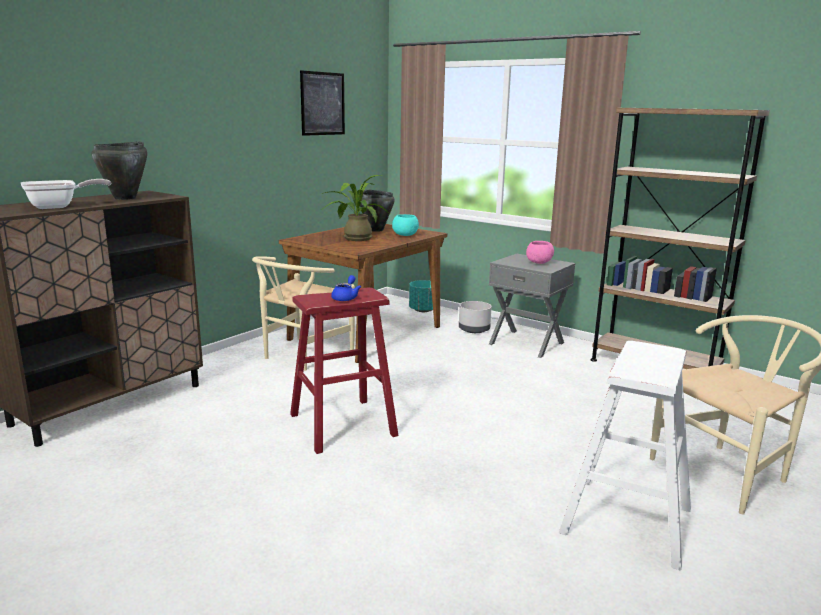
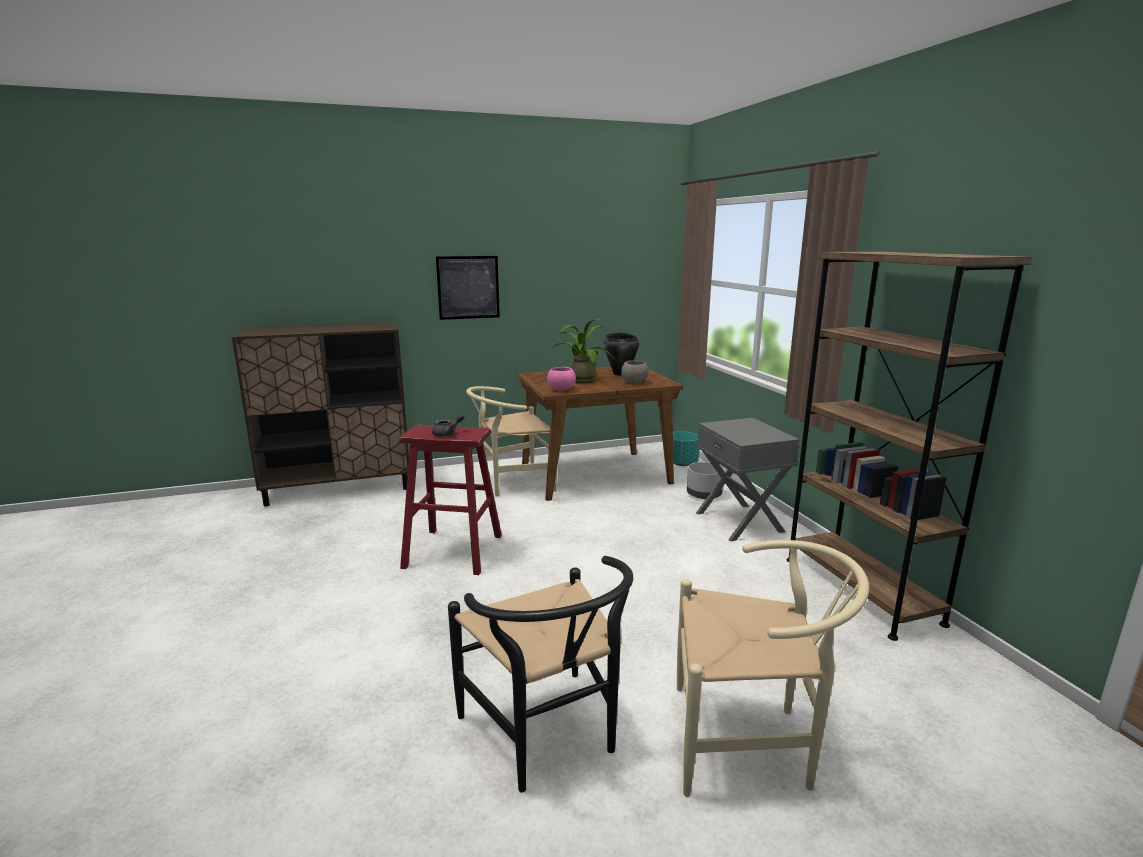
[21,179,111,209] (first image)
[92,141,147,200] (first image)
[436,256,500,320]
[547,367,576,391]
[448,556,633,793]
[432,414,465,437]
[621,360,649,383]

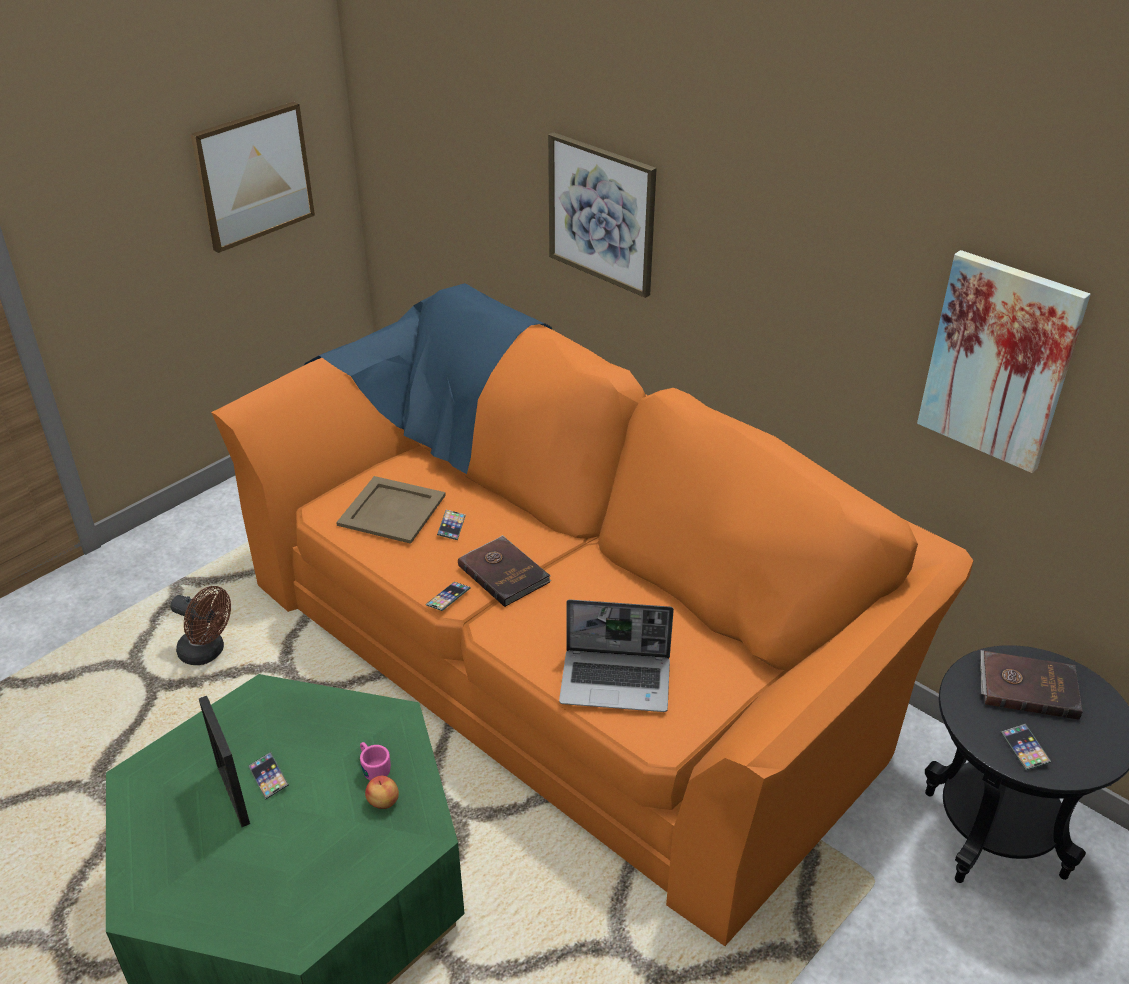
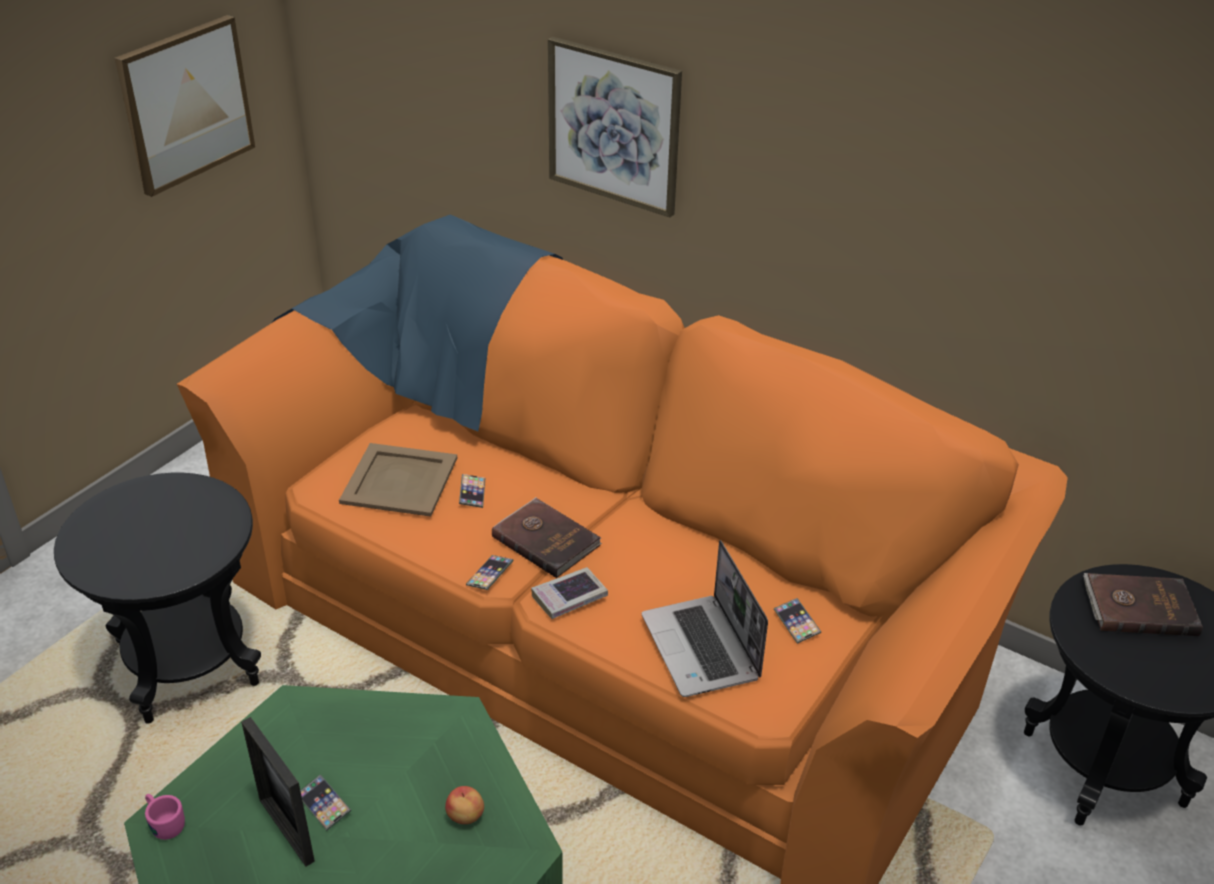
[917,250,1091,473] (first image)
[531,567,608,619]
[145,794,185,840]
[774,598,821,644]
[54,473,261,724]
[642,540,768,697]

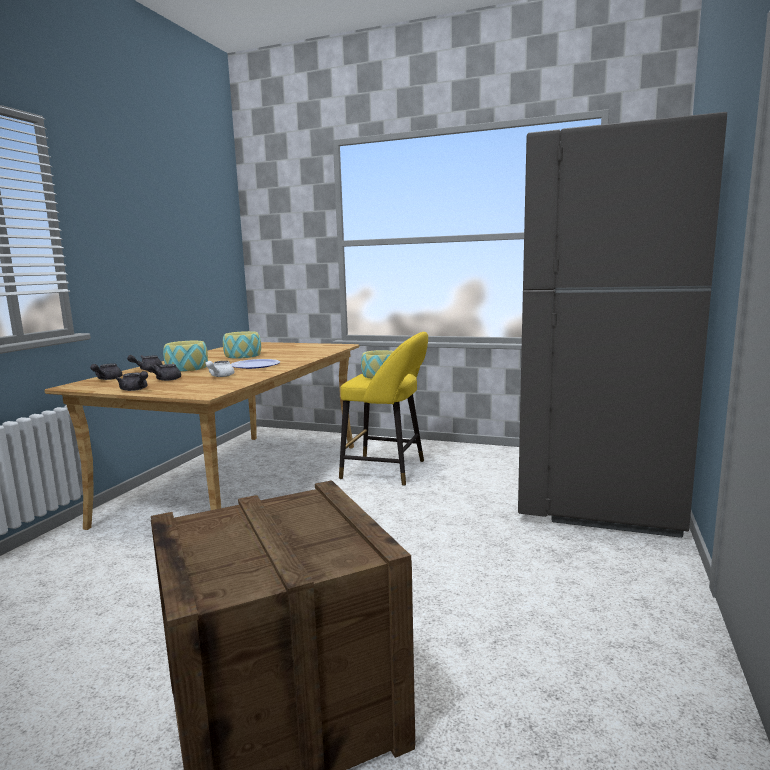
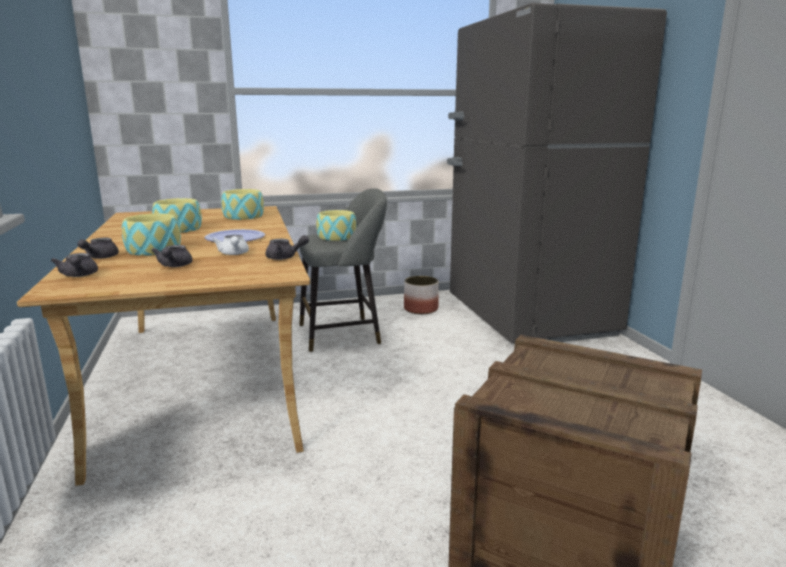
[221,189,264,220]
[404,276,439,314]
[265,235,309,260]
[299,188,387,352]

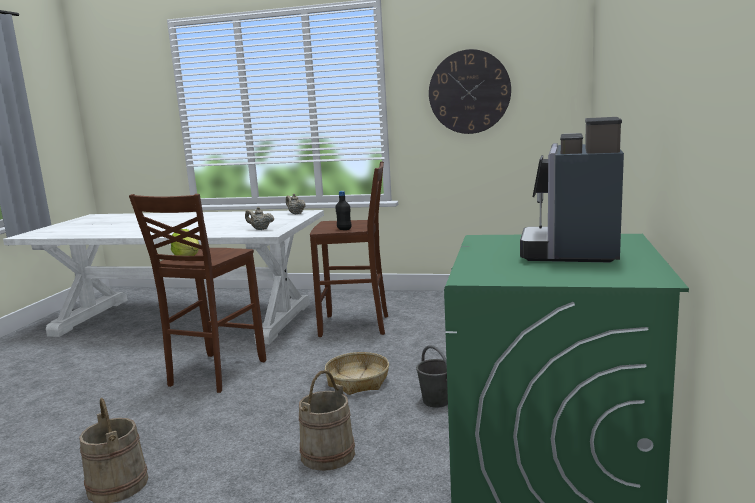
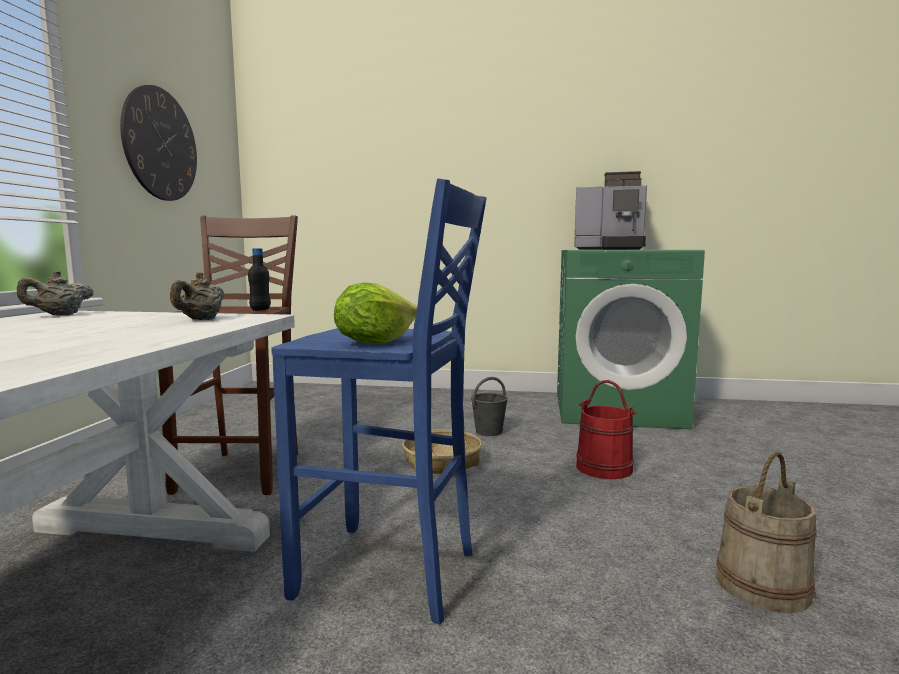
[272,178,487,625]
[576,380,637,479]

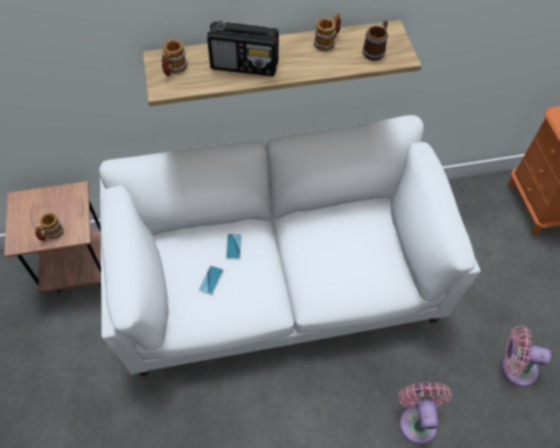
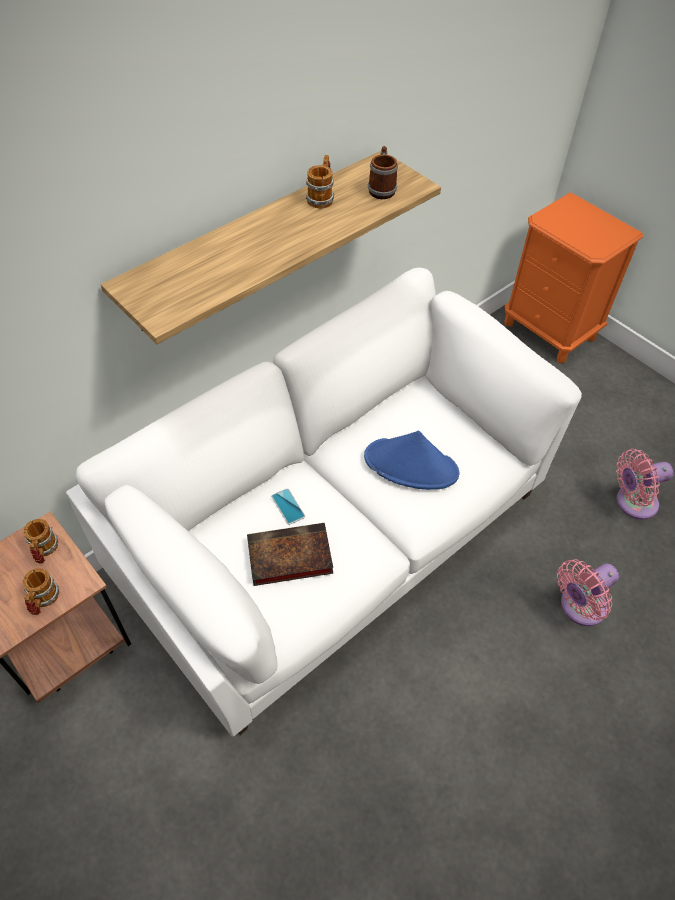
[207,20,279,76] (first image)
[364,431,459,490]
[23,519,58,563]
[247,523,333,586]
[557,559,619,626]

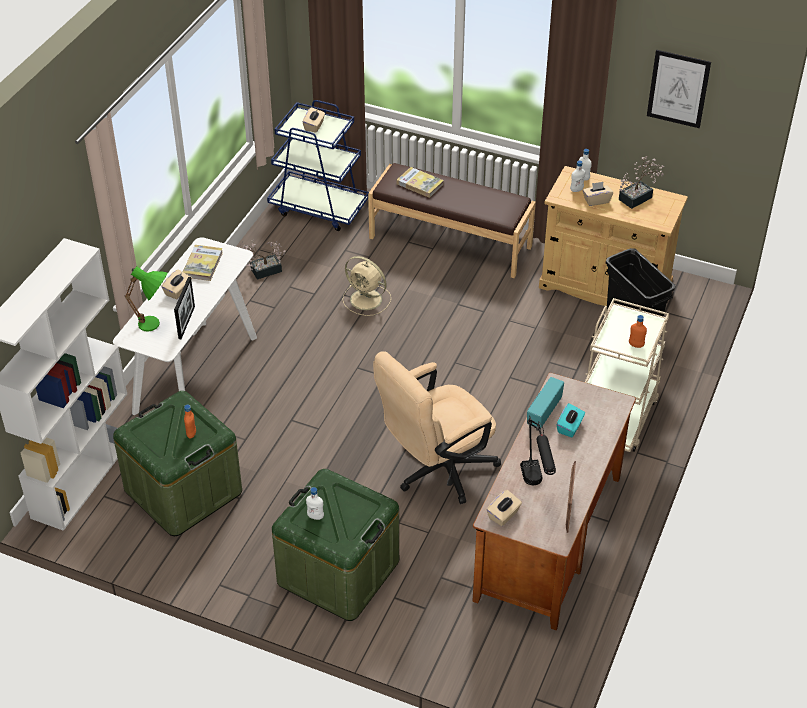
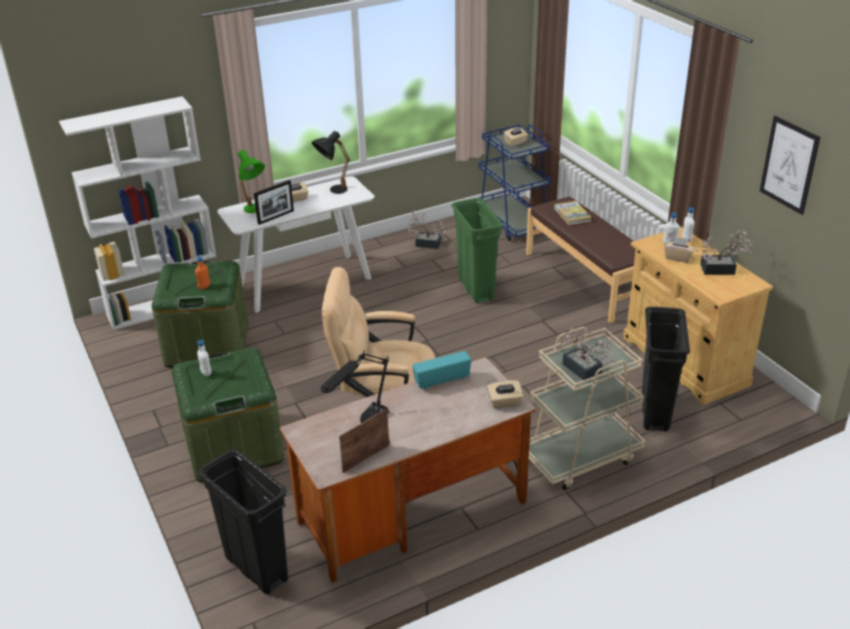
[557,403,585,438] (first image)
[198,449,288,594]
[487,380,523,409]
[312,131,350,194]
[452,198,503,303]
[557,328,616,380]

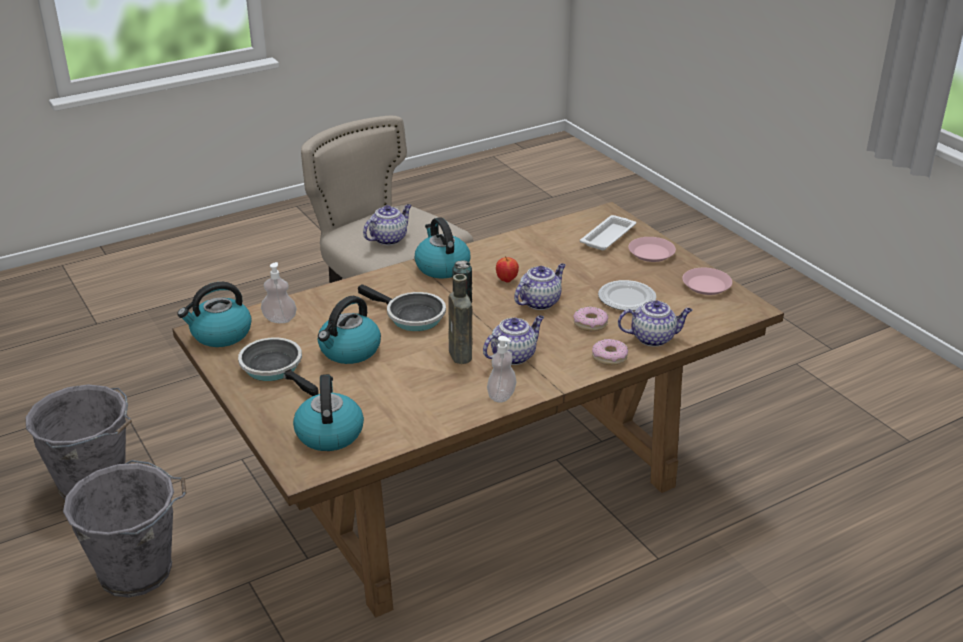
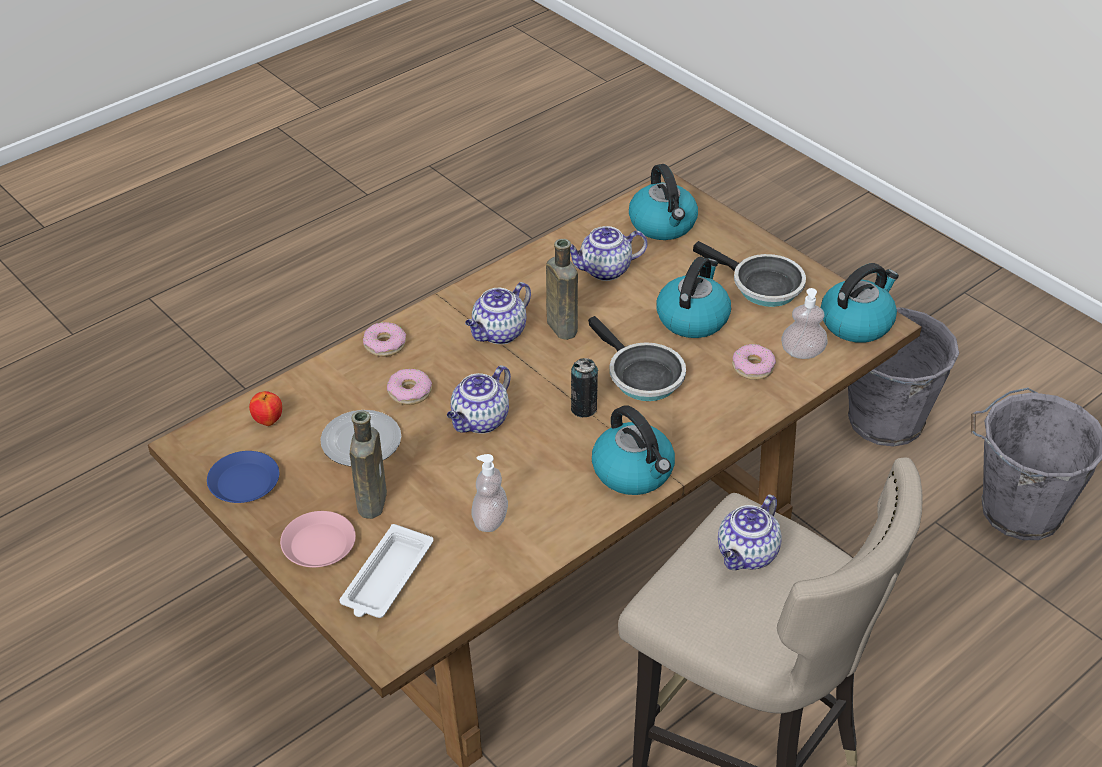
[350,411,387,519]
[732,344,776,380]
[471,454,508,532]
[249,391,282,426]
[570,226,647,281]
[207,451,279,503]
[588,316,686,401]

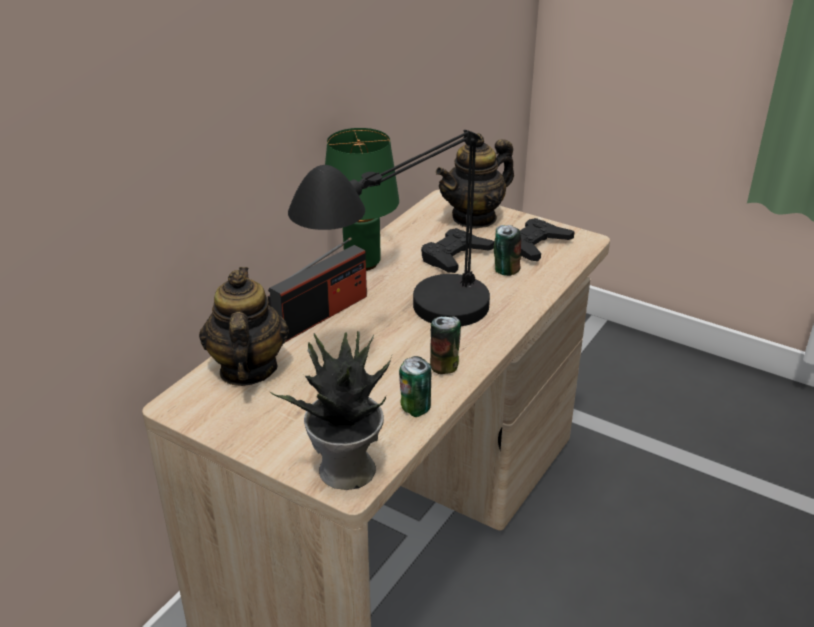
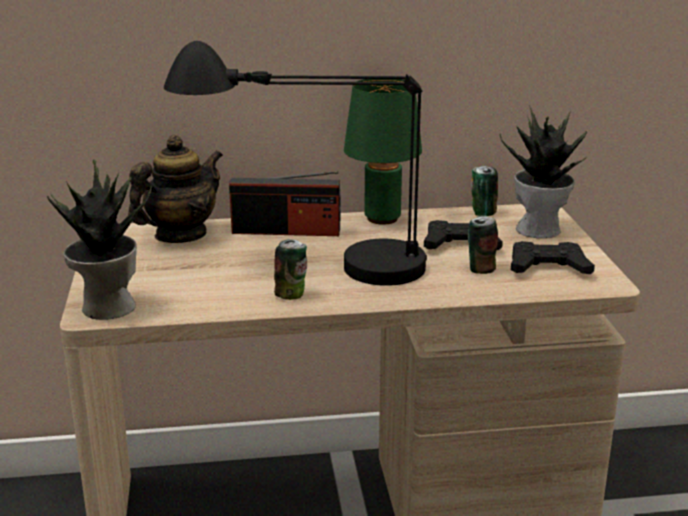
[471,166,498,216]
[500,105,587,238]

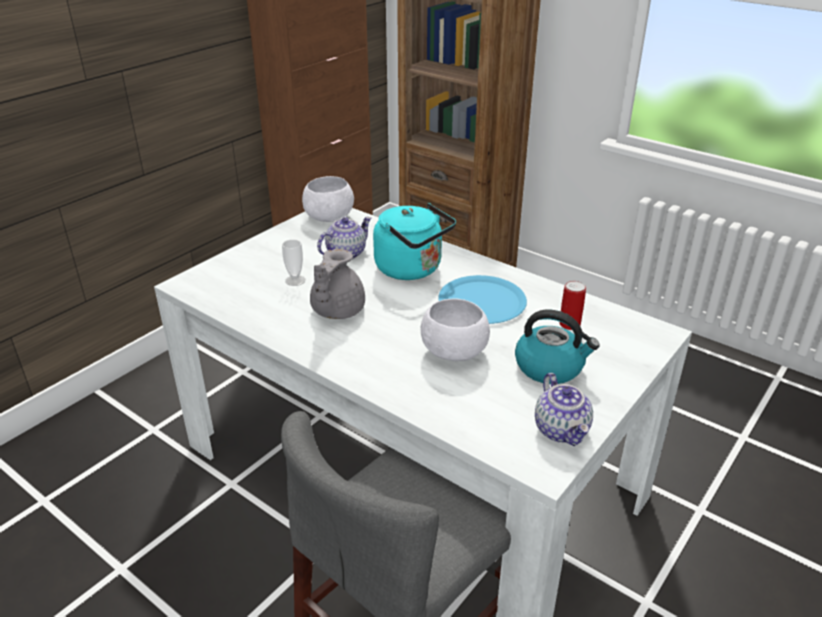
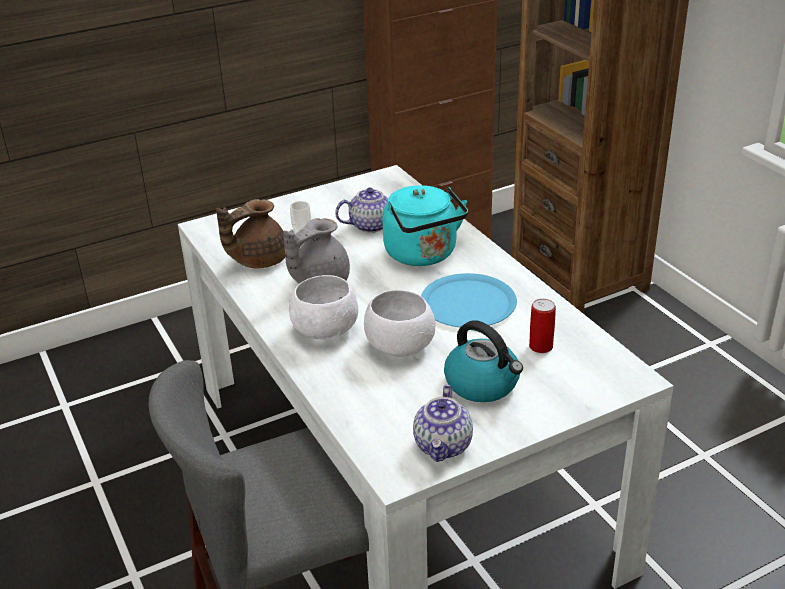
[216,199,285,269]
[289,275,358,340]

